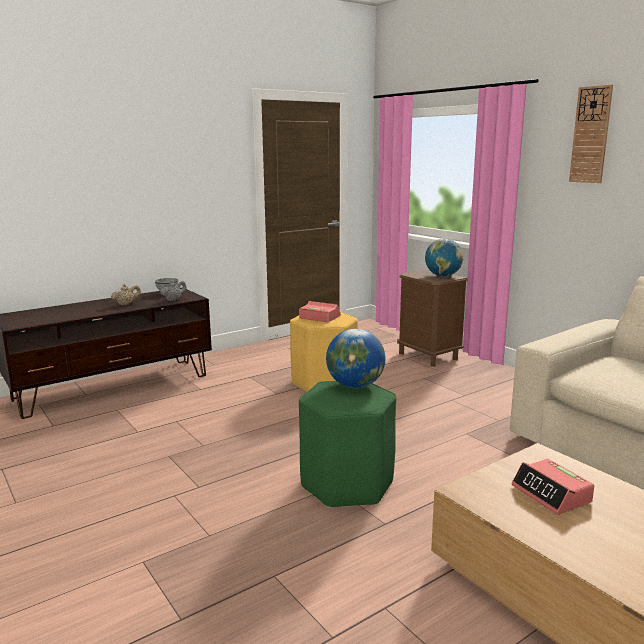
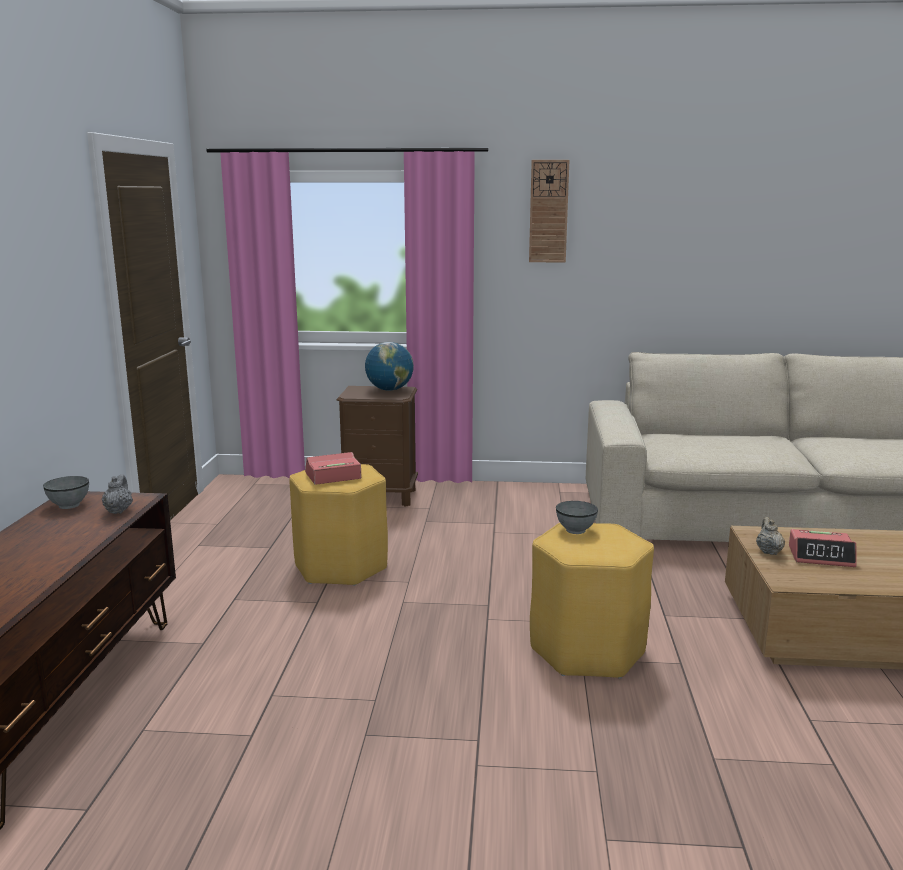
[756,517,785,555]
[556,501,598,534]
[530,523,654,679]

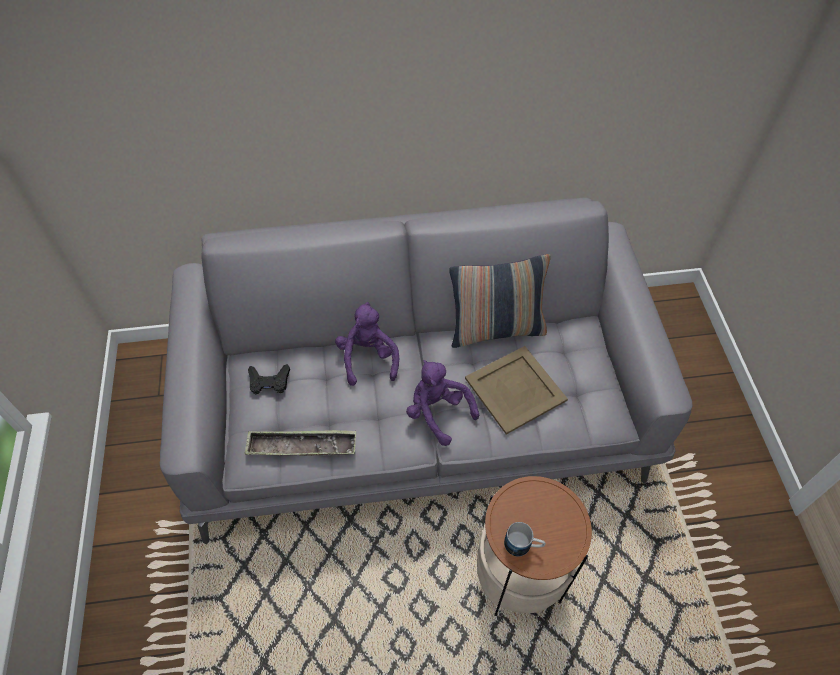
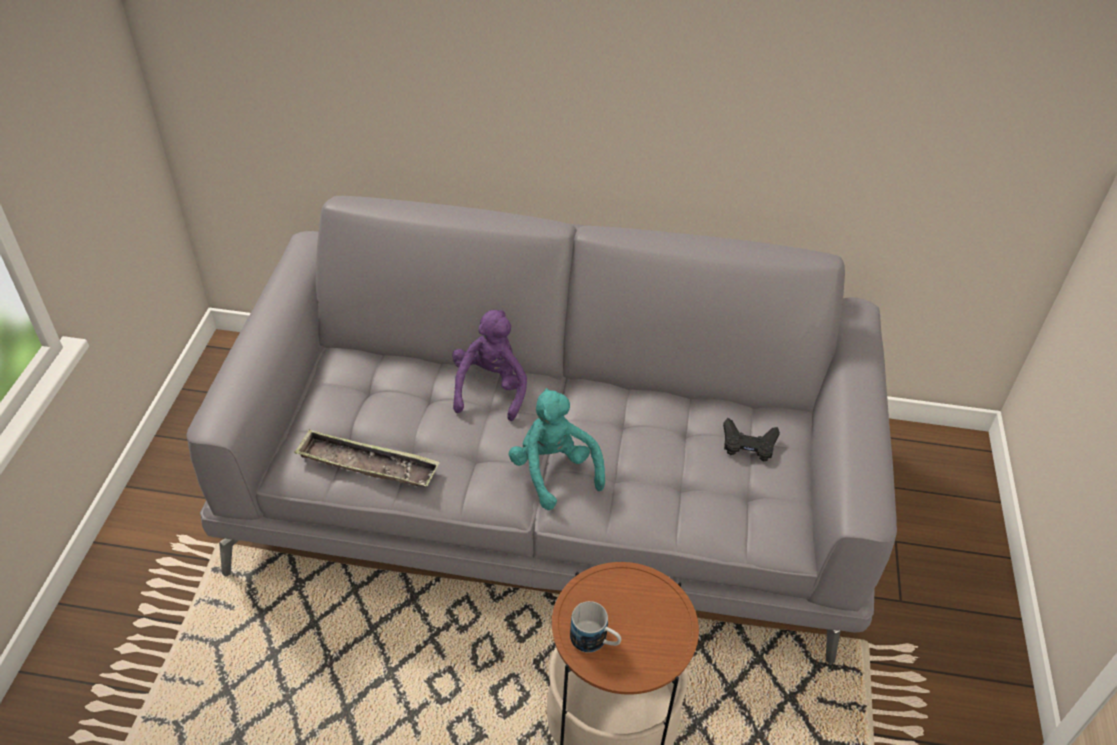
[449,254,551,348] (first image)
[465,346,568,435] (first image)
[723,418,780,461]
[508,388,605,510]

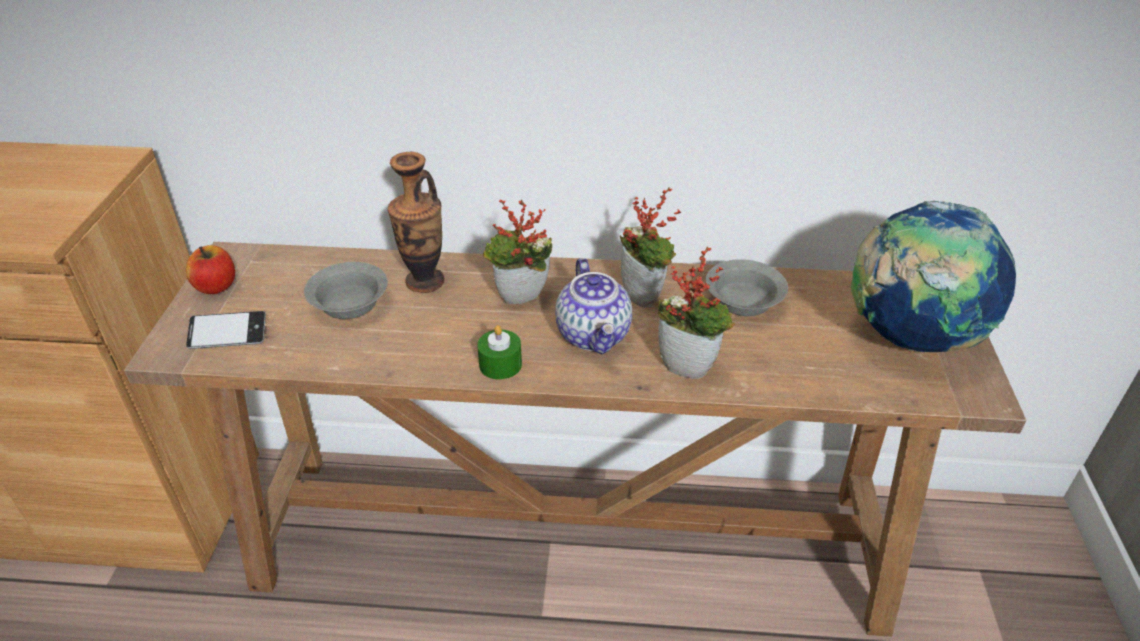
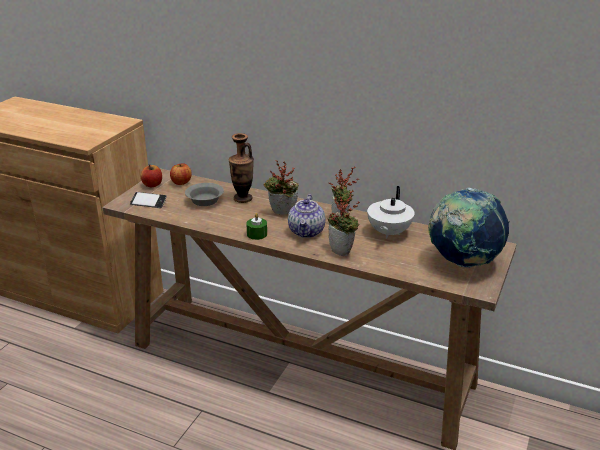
[170,163,192,185]
[367,186,414,239]

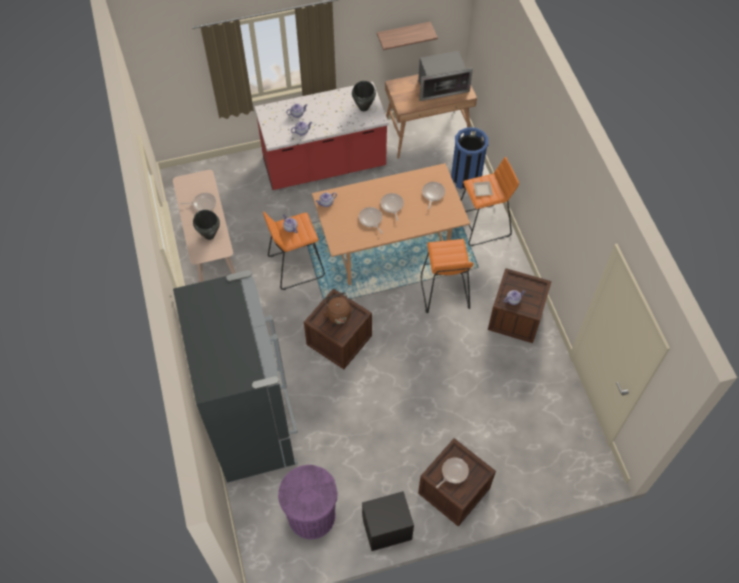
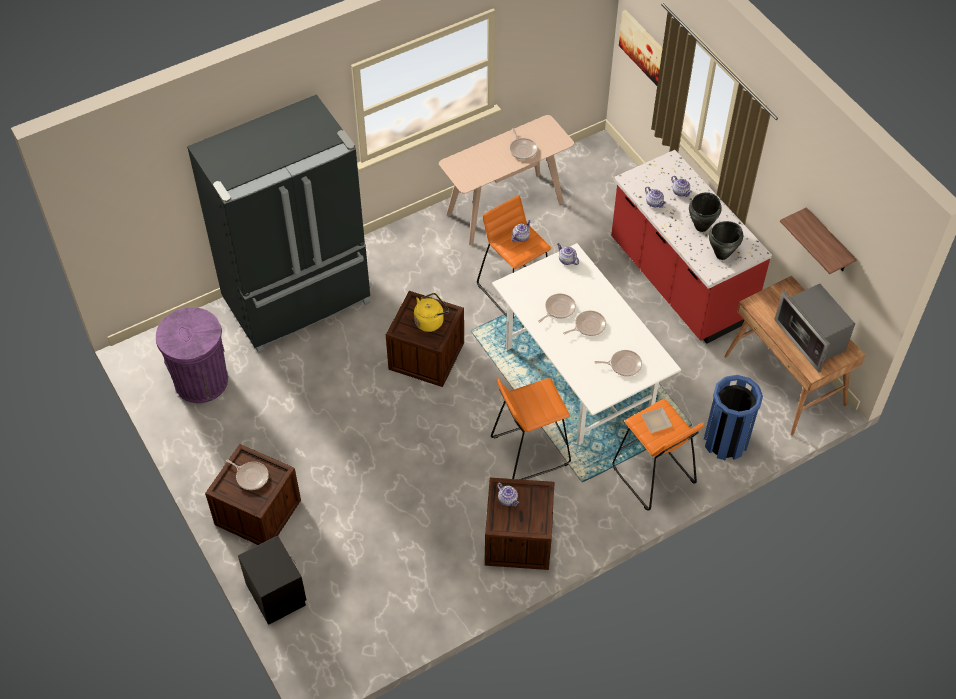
[619,10,663,86]
[689,192,721,232]
[238,536,306,625]
[492,243,681,445]
[414,293,449,332]

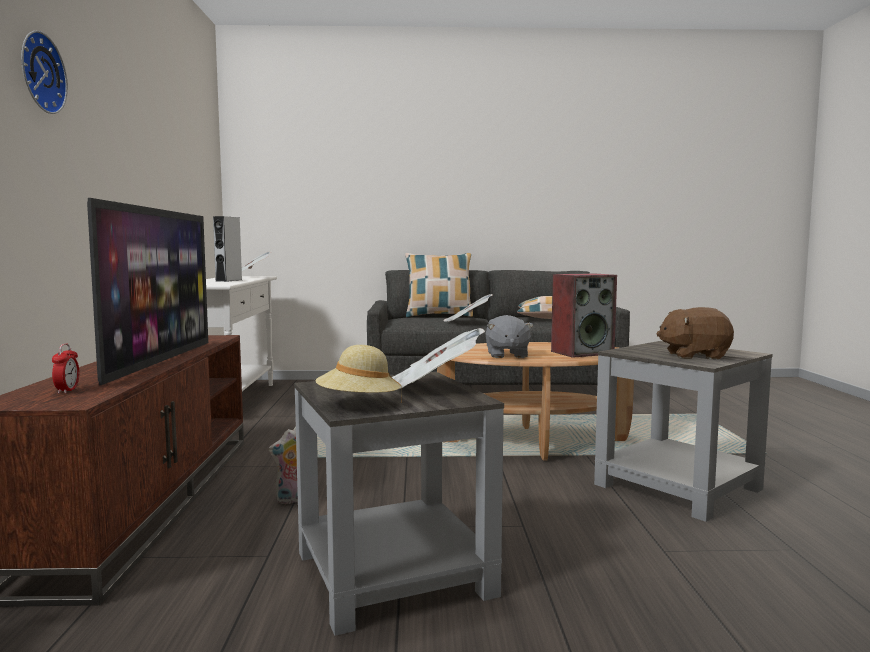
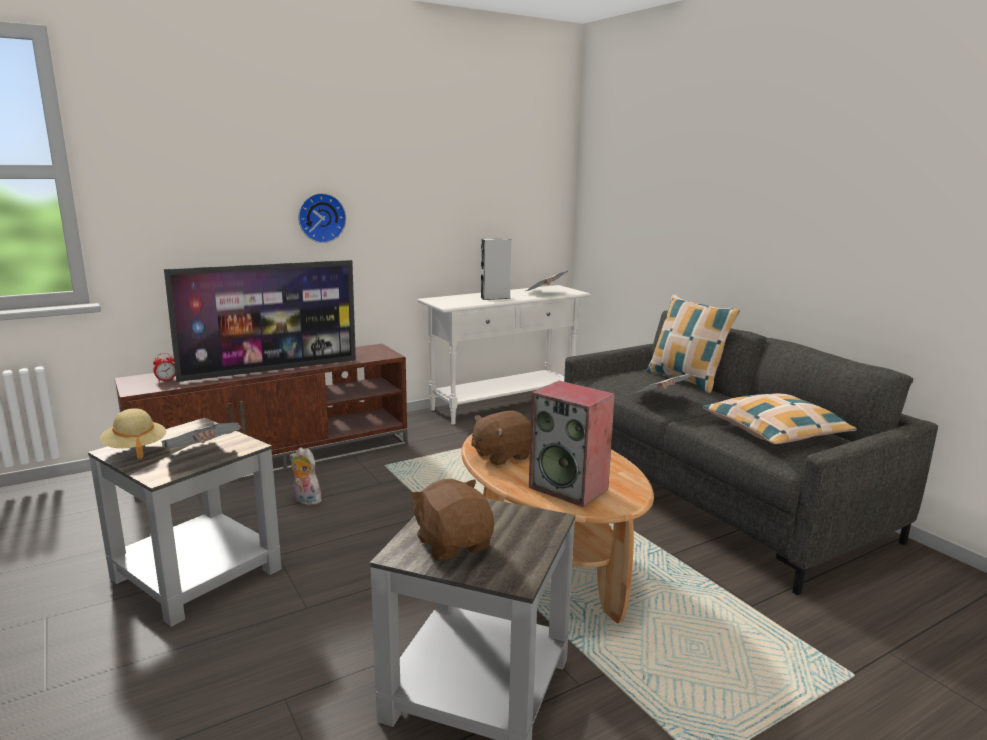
[298,193,346,243]
[471,411,531,466]

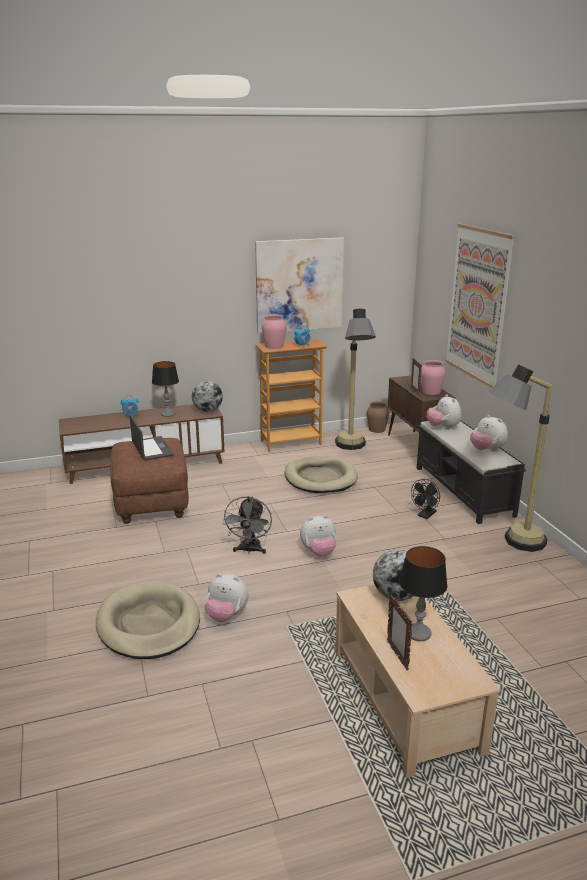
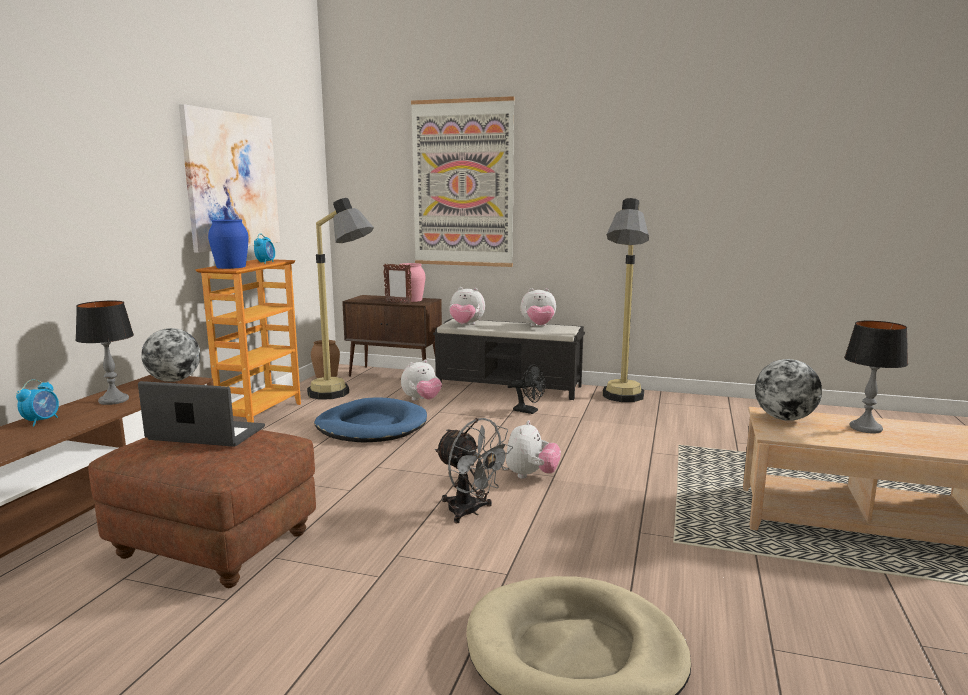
[387,594,413,670] (first image)
[401,360,442,401]
[208,219,249,269]
[314,397,427,443]
[511,364,545,414]

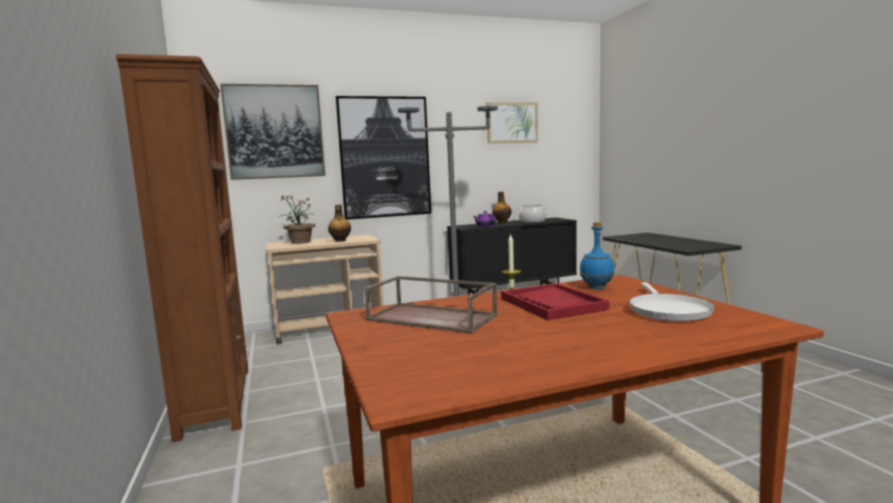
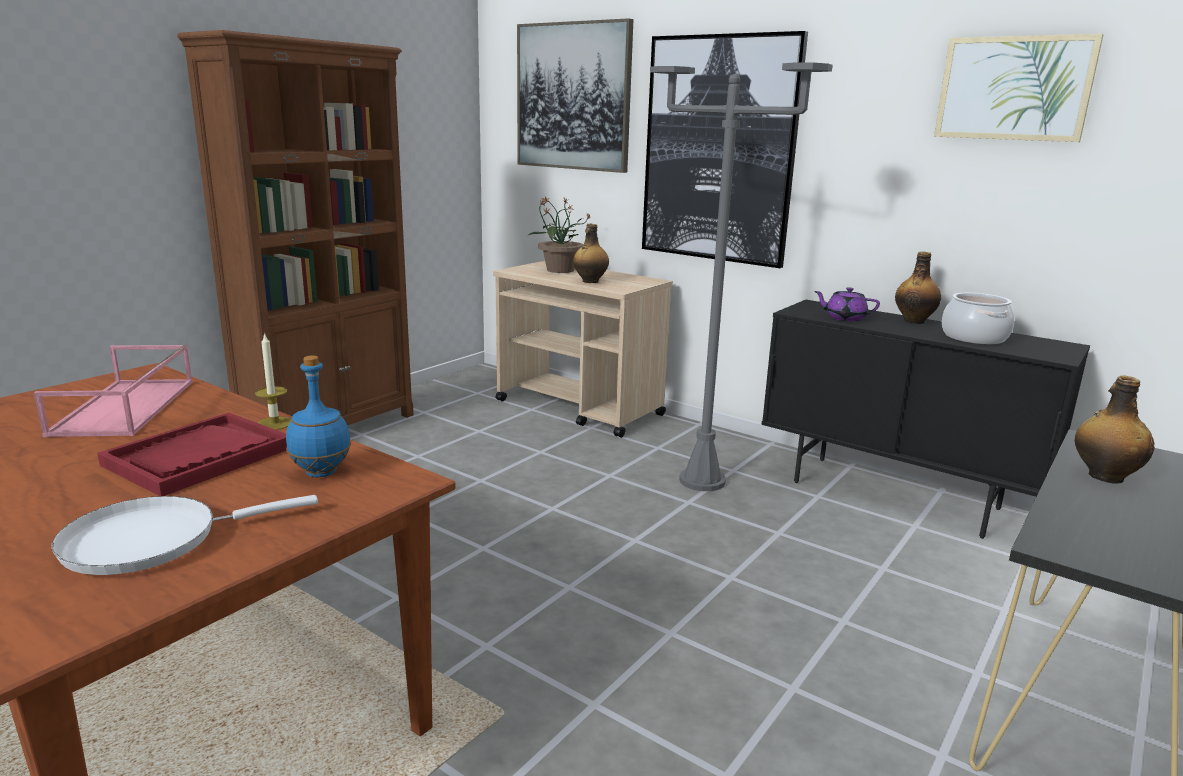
[1075,376,1154,484]
[34,345,193,437]

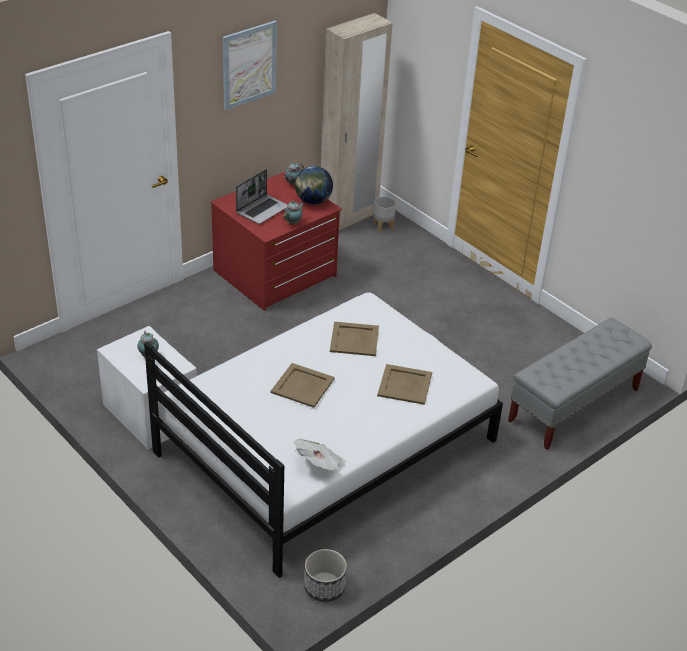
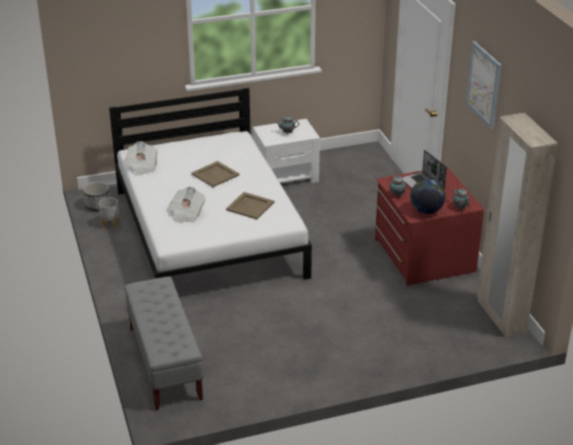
[99,197,119,229]
[170,187,205,223]

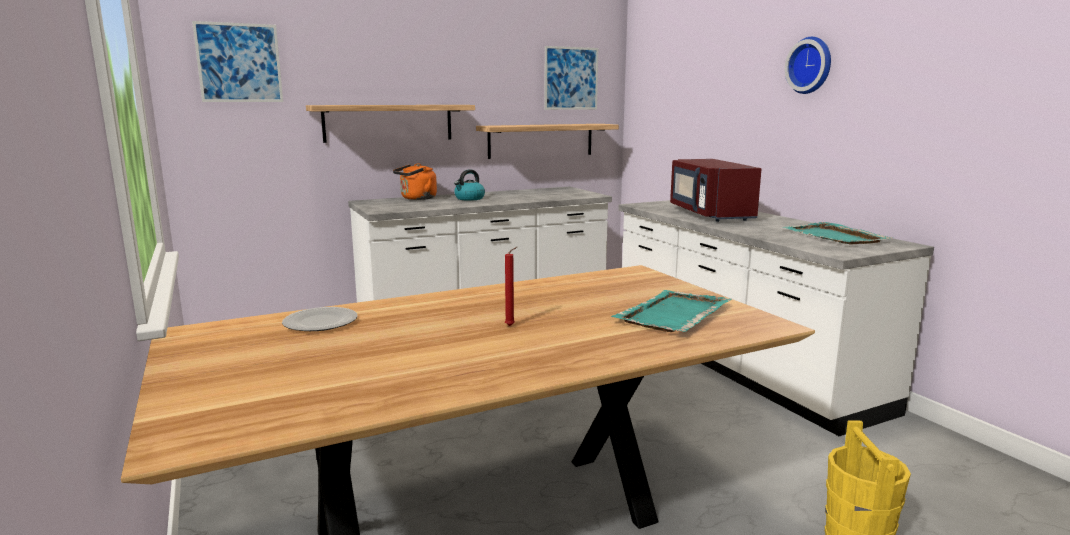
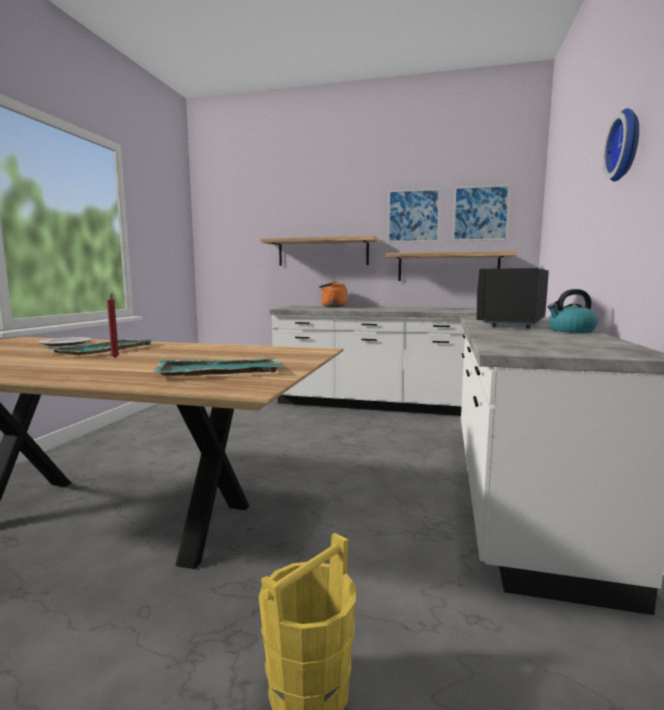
[387,188,441,243]
[548,289,598,333]
[43,339,155,355]
[476,268,549,329]

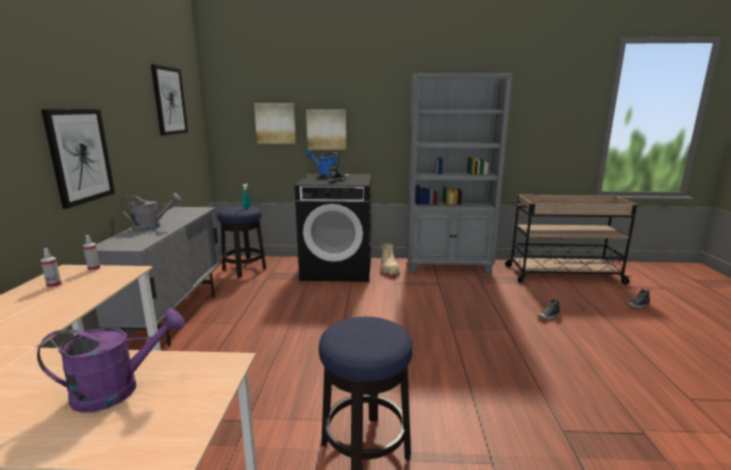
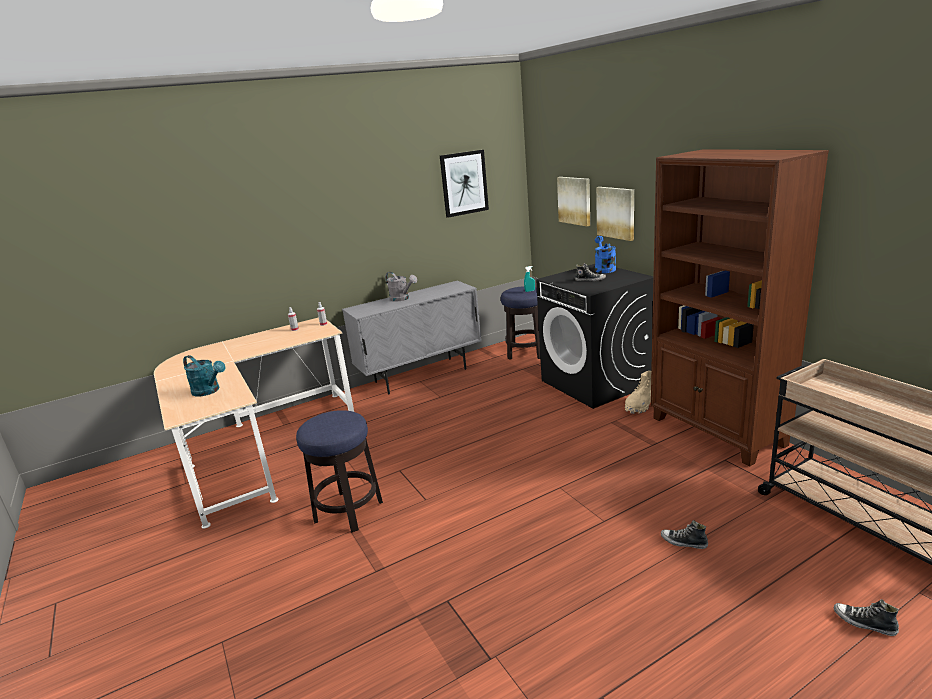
[41,109,115,209] (first image)
[183,355,225,396]
[651,149,829,466]

